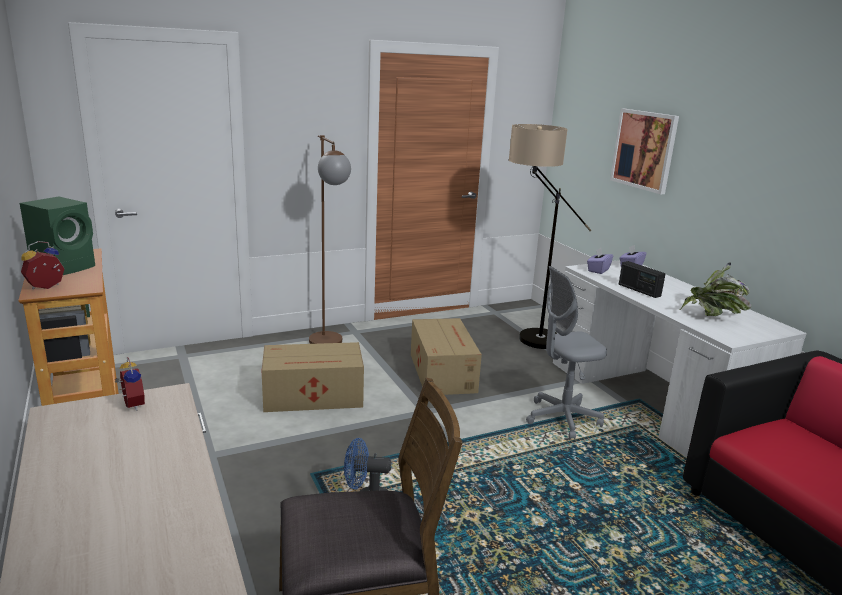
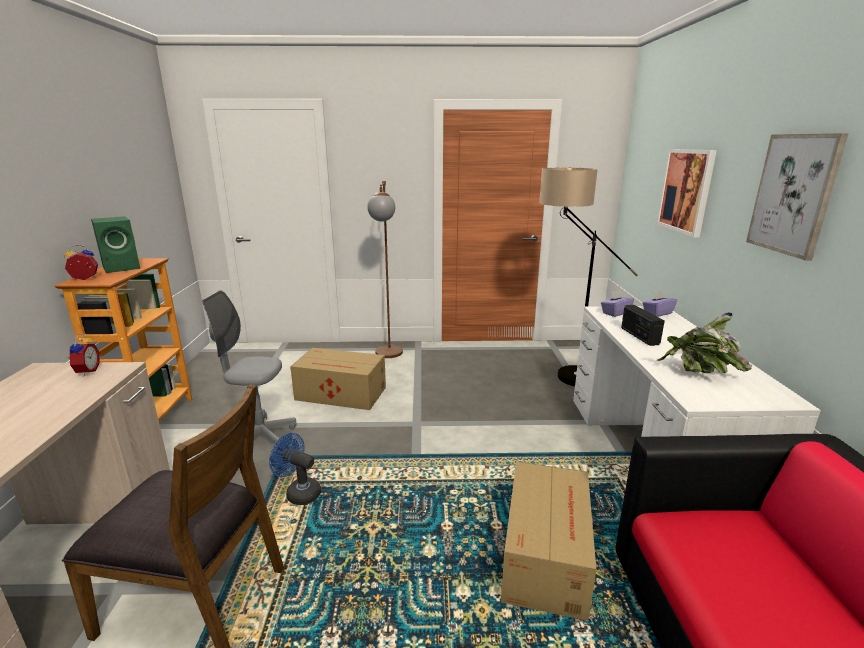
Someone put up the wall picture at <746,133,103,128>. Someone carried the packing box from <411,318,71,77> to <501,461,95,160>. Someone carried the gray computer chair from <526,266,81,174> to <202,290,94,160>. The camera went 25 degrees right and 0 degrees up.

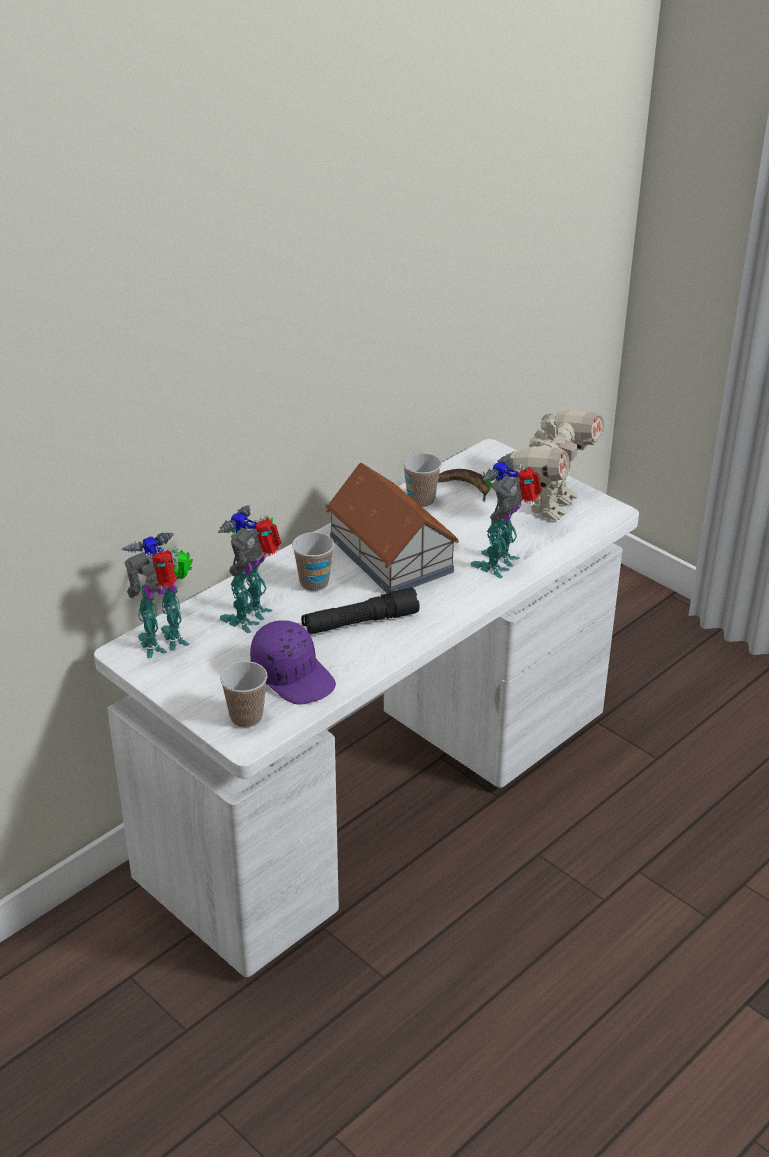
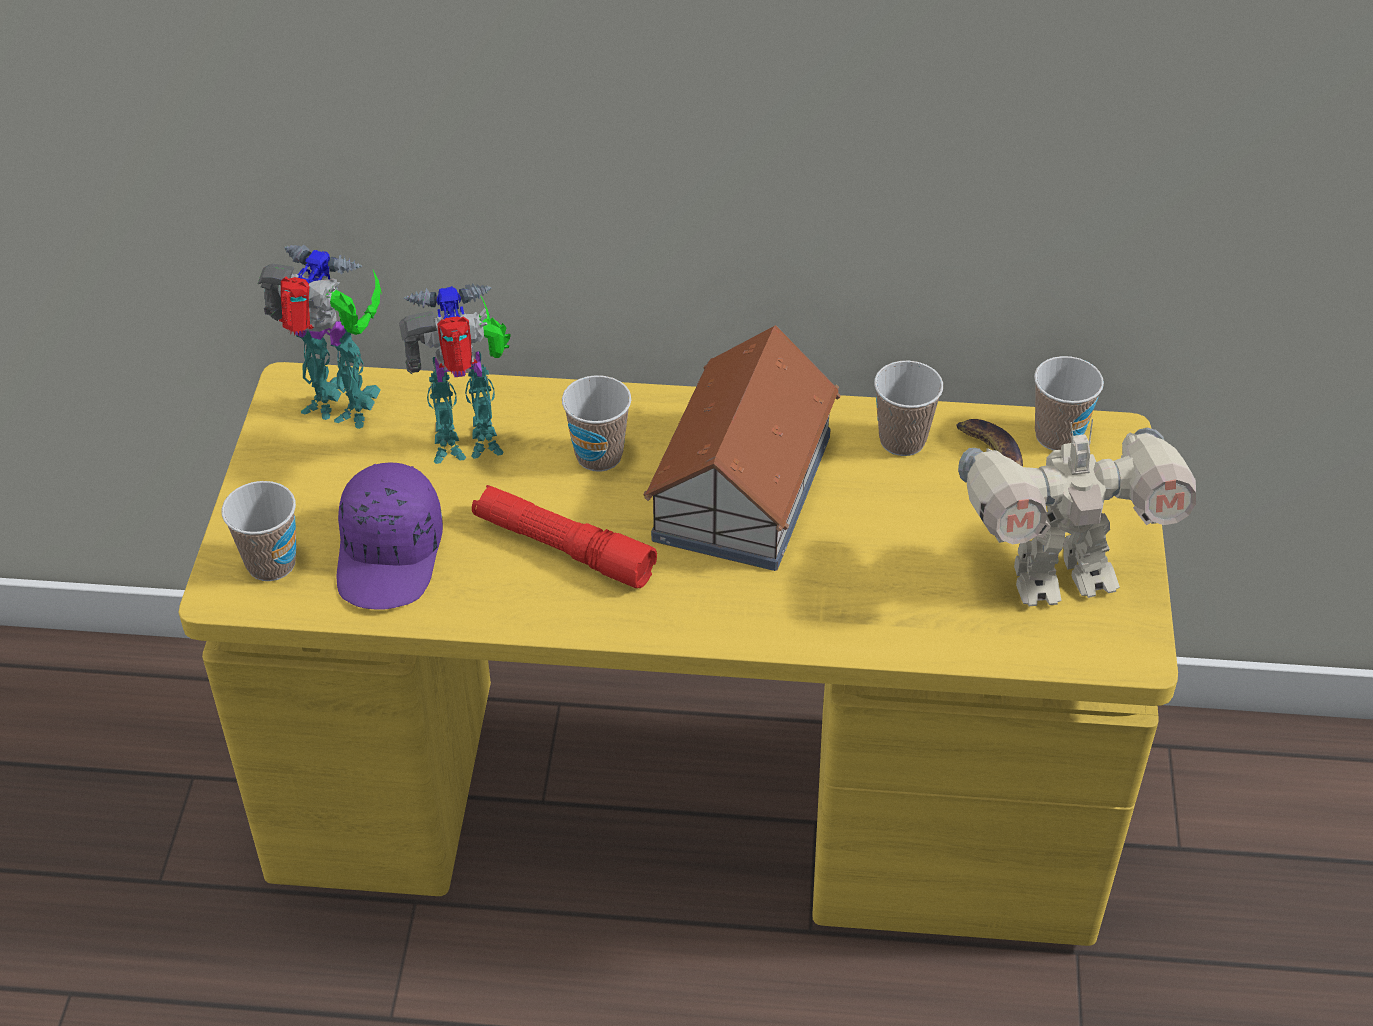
Someone took away the robot figure at <471,456,71,122>. Someone put down the cup at <1034,356,70,94>. Someone repainted the whitish desk at <94,439,545,538>, which became the yellowish desk at <179,362,999,584>. Someone repainted the black torch at <301,587,119,47>, which became the red torch at <472,485,185,103>. The camera went 50 degrees right and 10 degrees up.

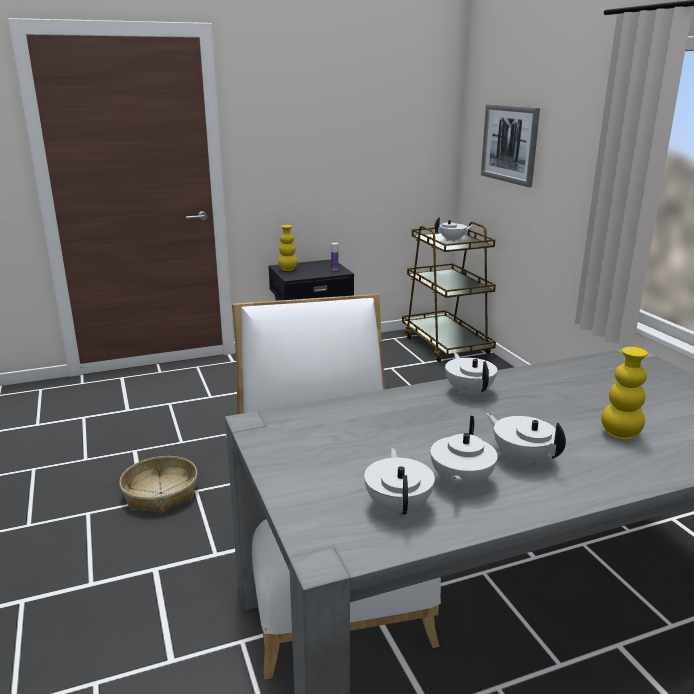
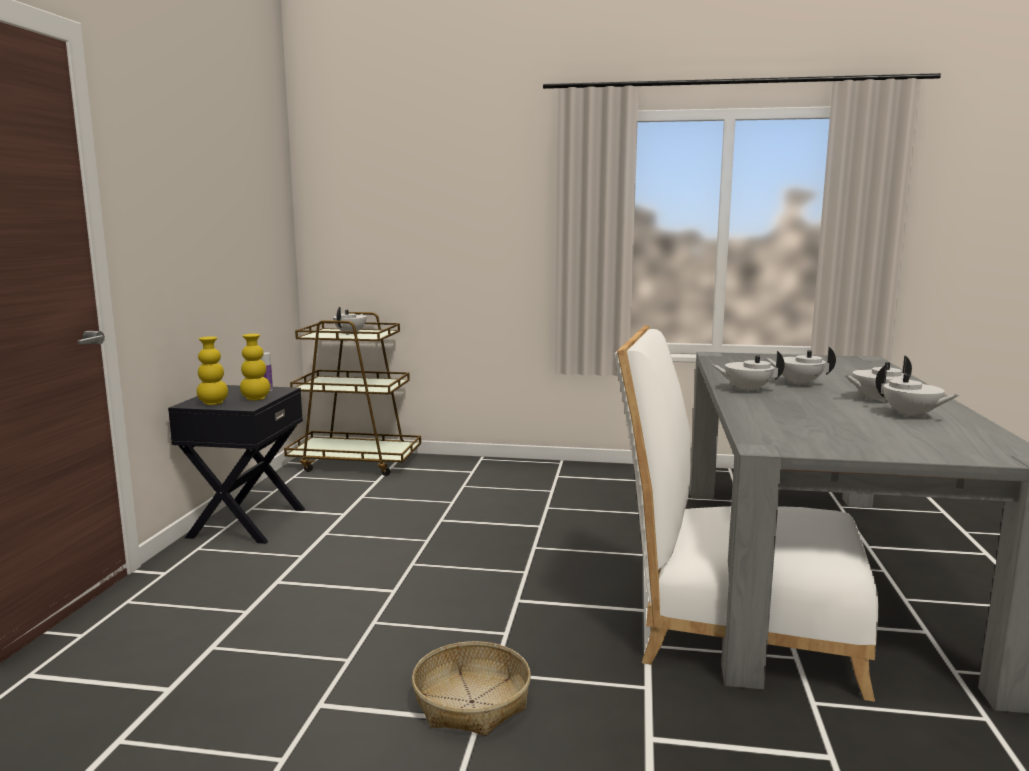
Someone took away the wall picture at <481,104,59,83>. Someone carried the whitish teapot from <364,448,71,69> to <765,347,71,39>. Someone carried the yellowish flower vase from <601,347,47,93> to <240,334,30,67>. The camera went 60 degrees left and 10 degrees down.

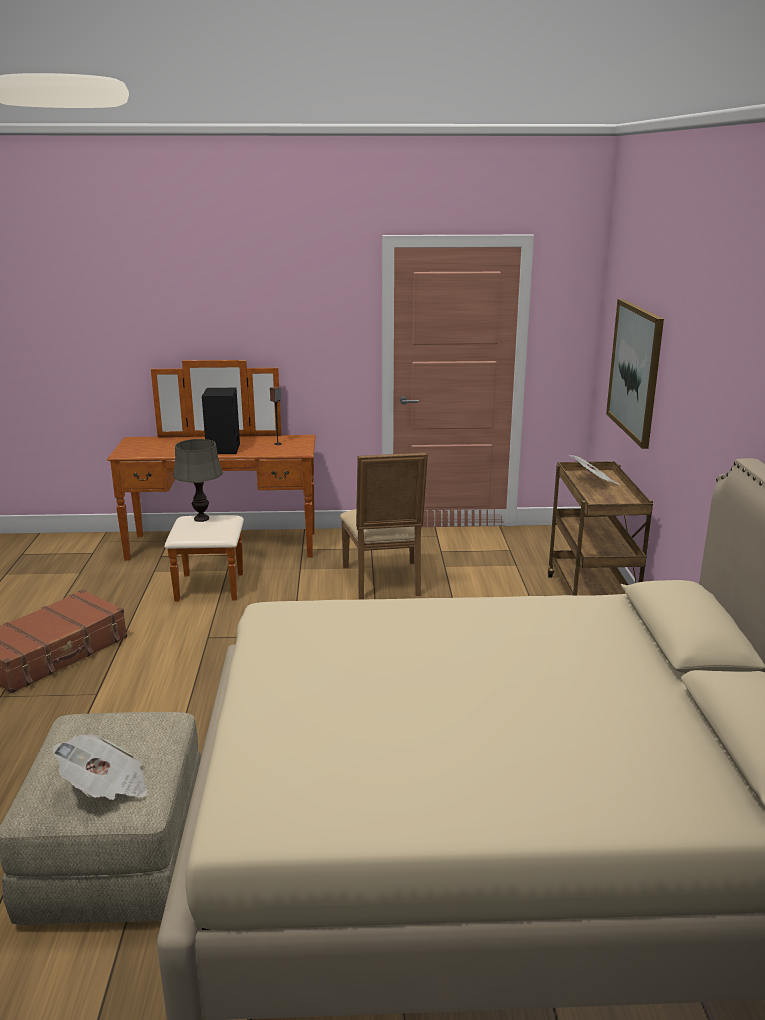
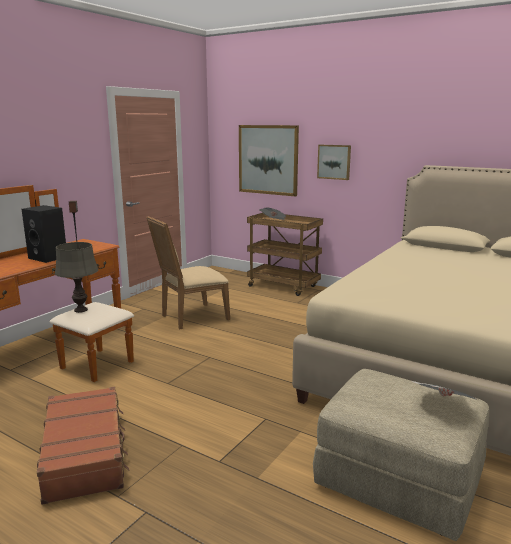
Someone put up the wall picture at <317,145,34,35>. Someone rotated the beige chair at <340,453,88,147> by 120 degrees clockwise. The camera went 55 degrees left and 5 degrees down.

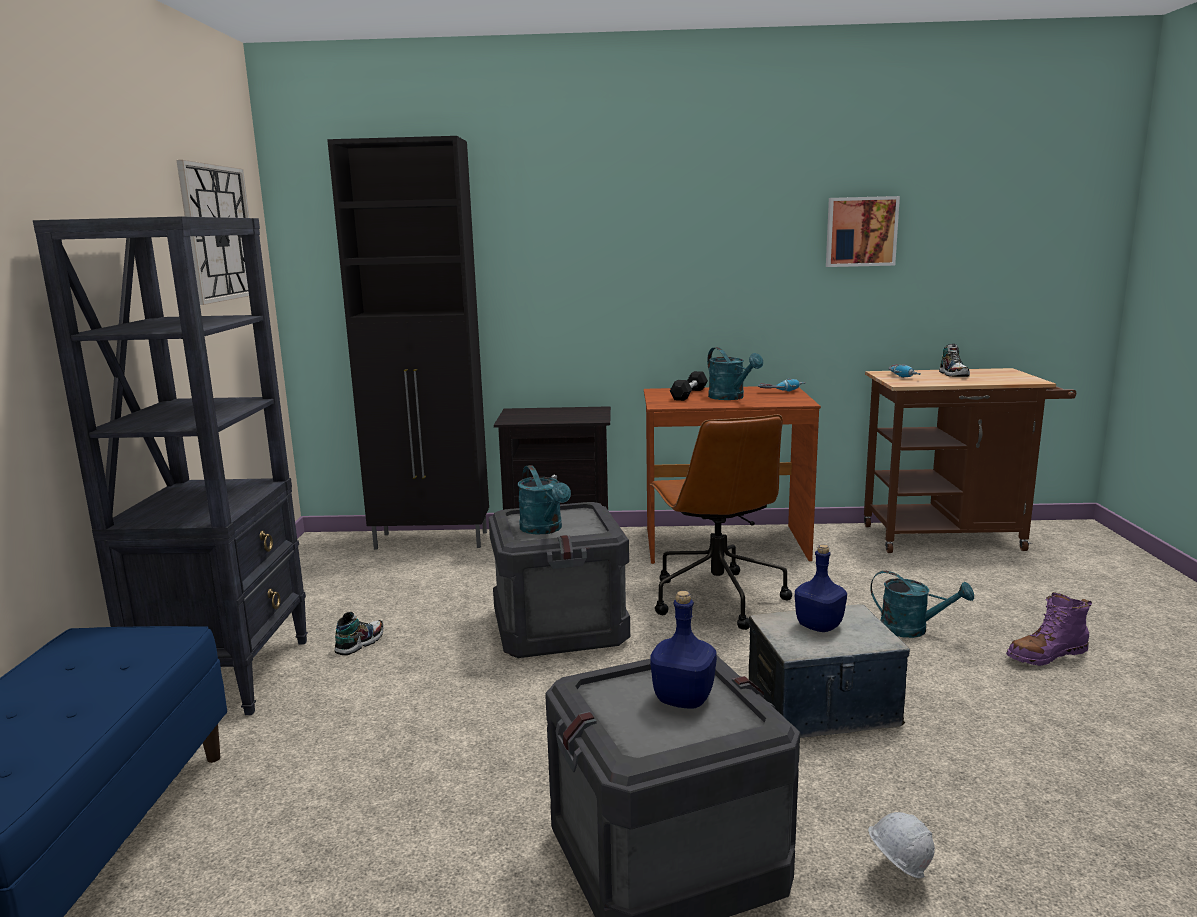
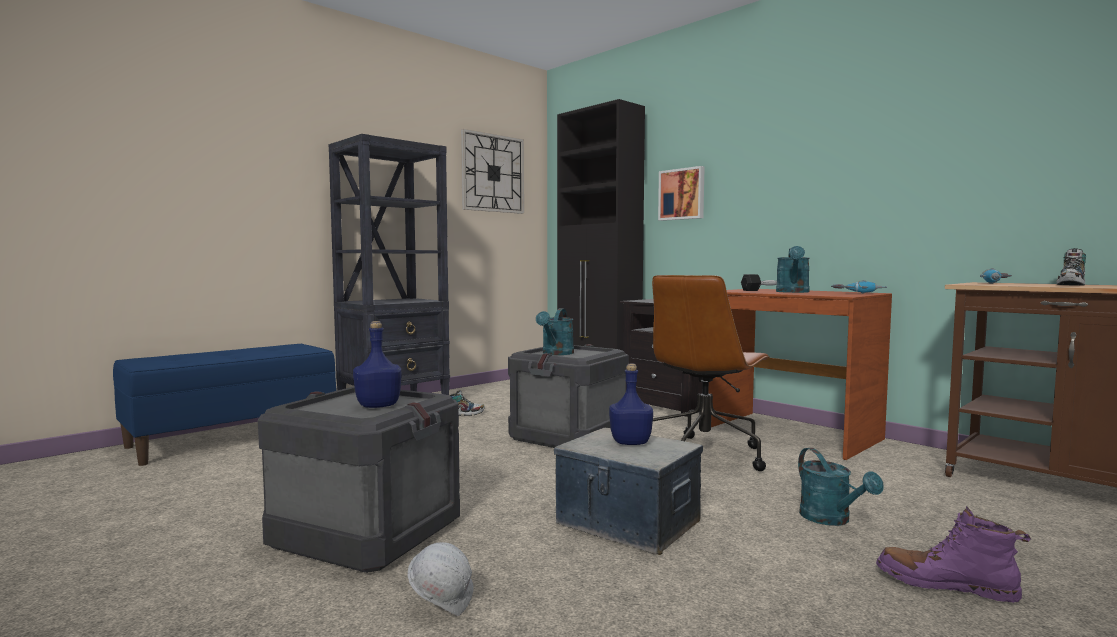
Someone carried the wall picture from <826,196,74,71> to <658,166,47,55>. The camera went 45 degrees right and 10 degrees down.

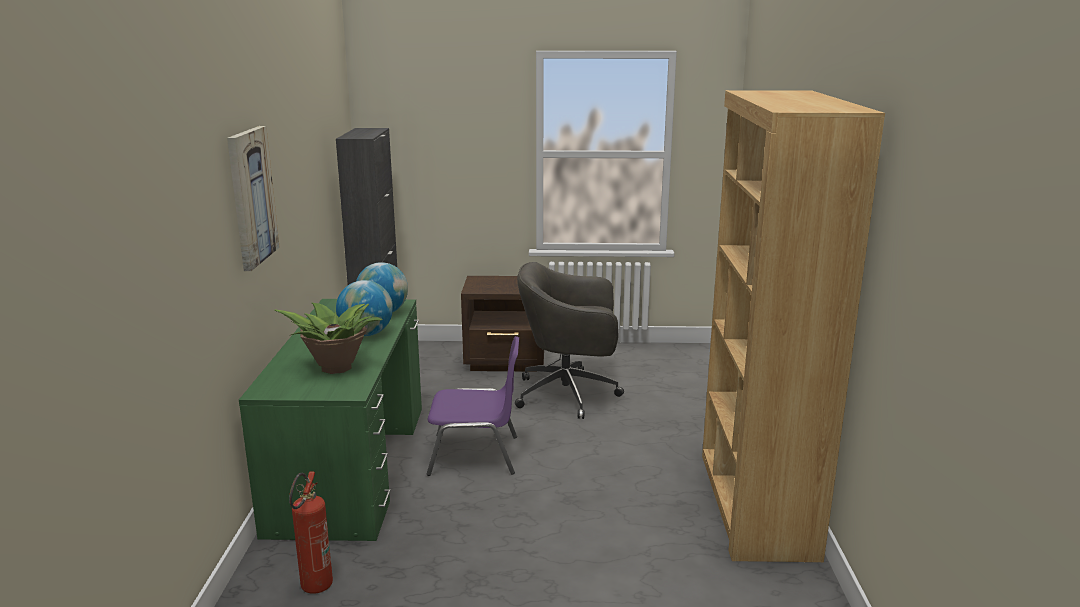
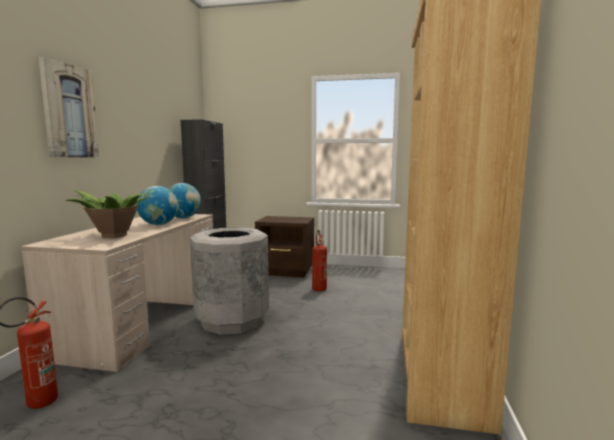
Someone swapped the purplish chair at <427,336,92,140> for the gray trash can at <190,227,79,108>. Someone swapped the gray computer chair at <515,262,109,157> for the extinguisher at <312,230,15,61>. Someone repainted the green desk at <239,299,183,242>, which became the beige desk at <21,214,192,158>. The camera went 10 degrees right and 10 degrees down.

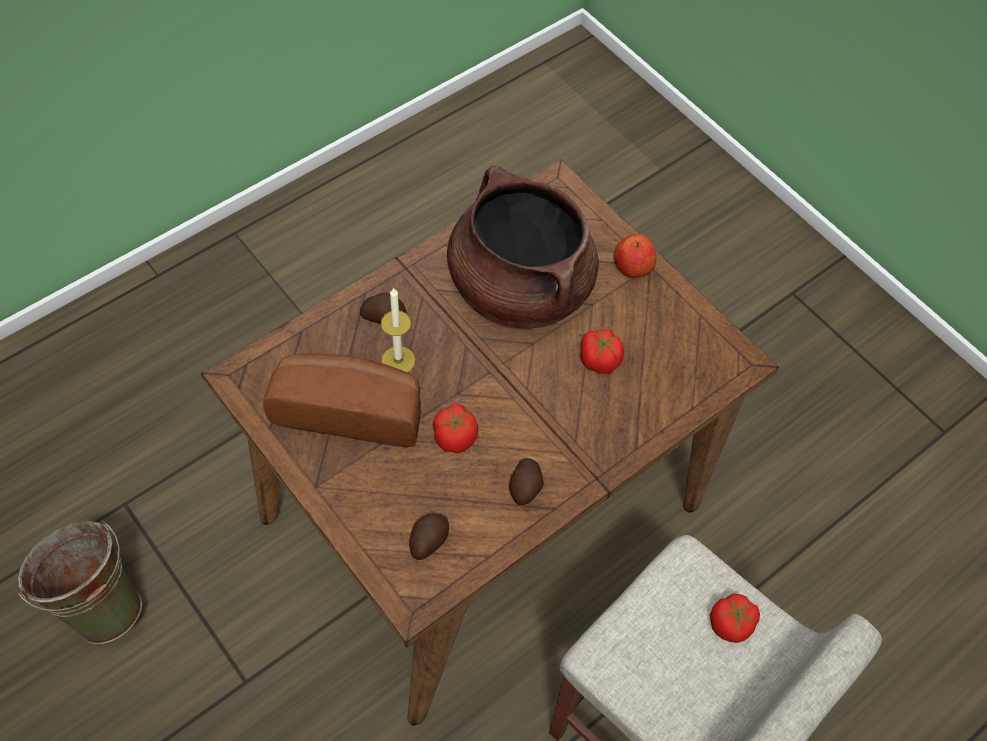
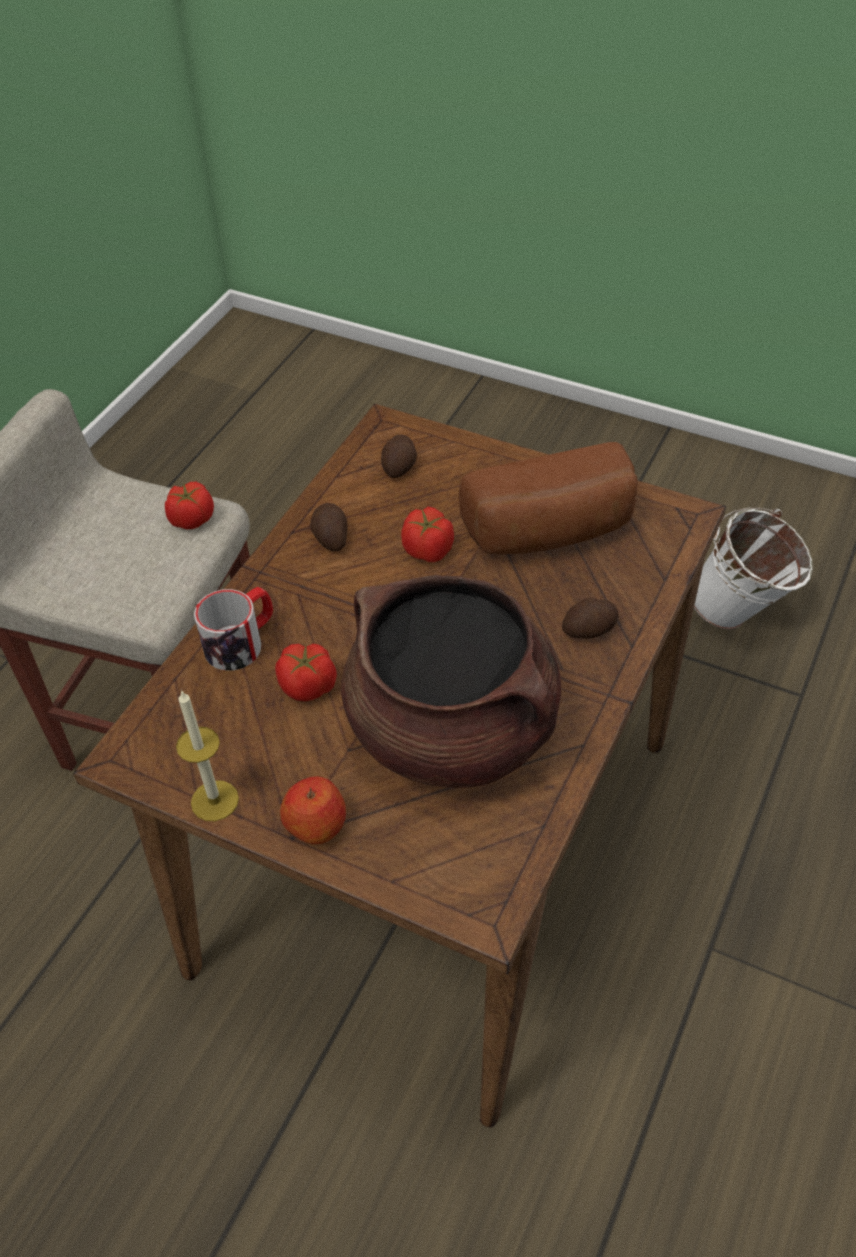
Someone put down the mug at <194,587,79,84>. Someone carried the wax candle from <381,288,34,84> to <176,690,63,131>. Someone carried the tomato from <710,594,50,49> to <165,482,49,47>. Someone repainted the green bucket at <17,521,125,123>, which became the whitish bucket at <694,508,119,122>. The camera went 160 degrees right and 10 degrees down.

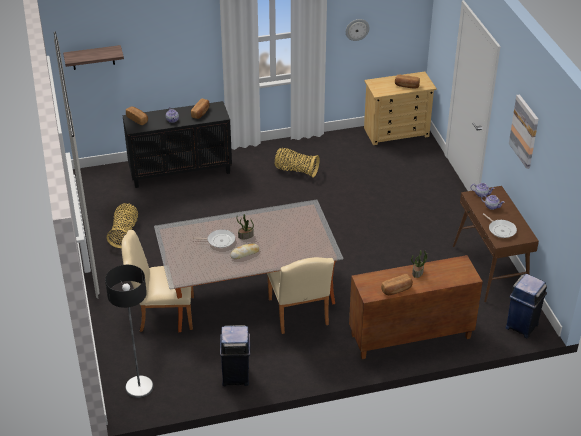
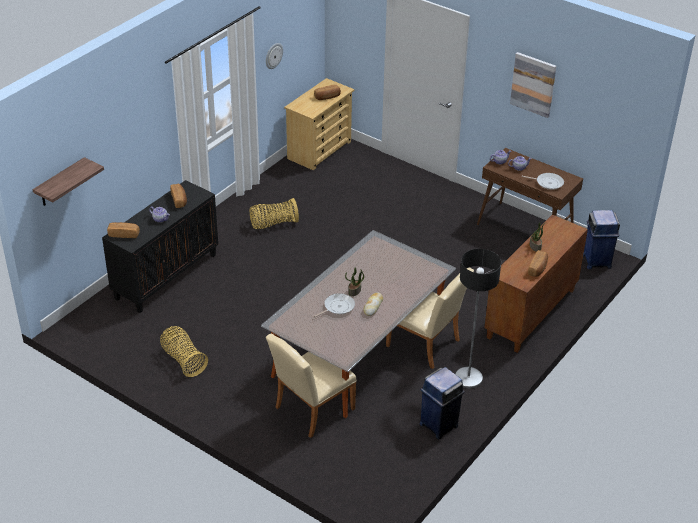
Someone carried the standing lamp from <105,265,49,133> to <455,249,46,139>. The camera went 40 degrees left and 0 degrees up.

